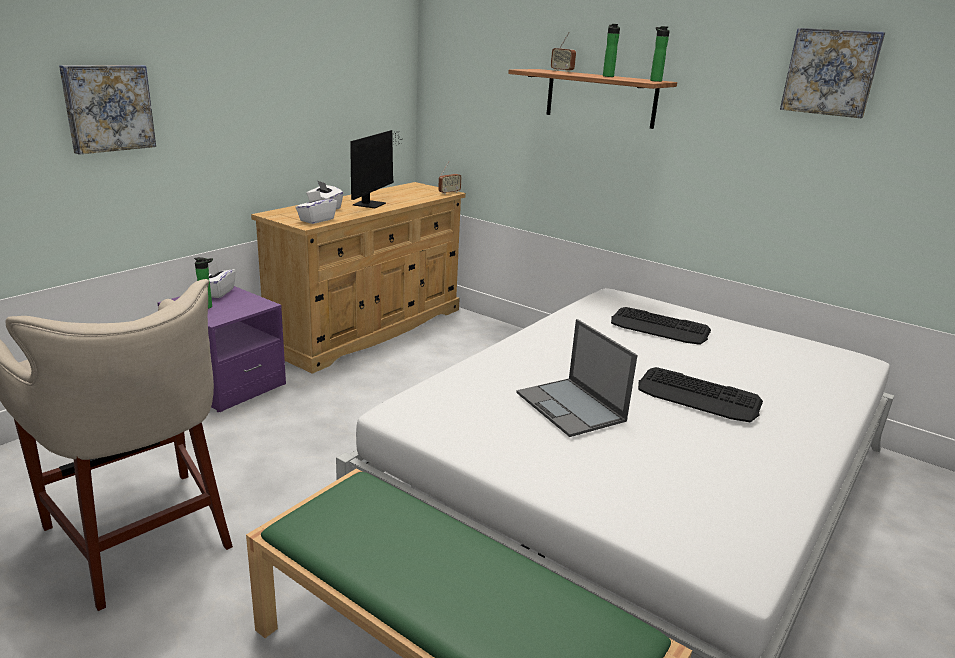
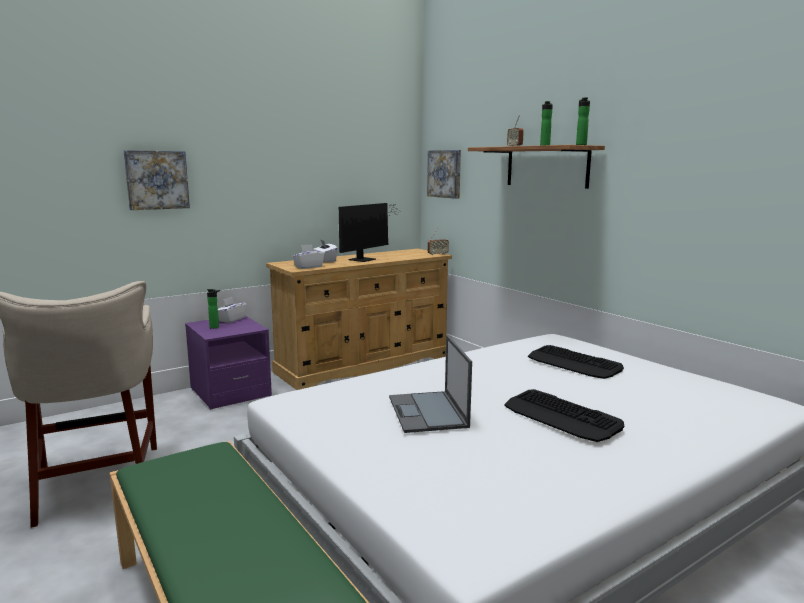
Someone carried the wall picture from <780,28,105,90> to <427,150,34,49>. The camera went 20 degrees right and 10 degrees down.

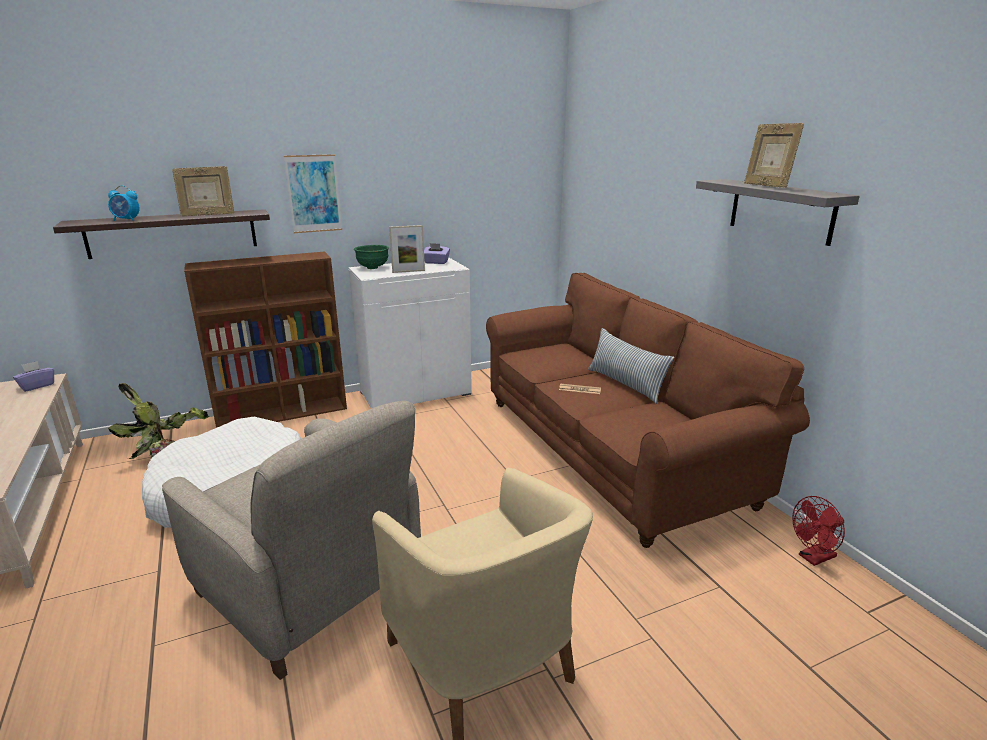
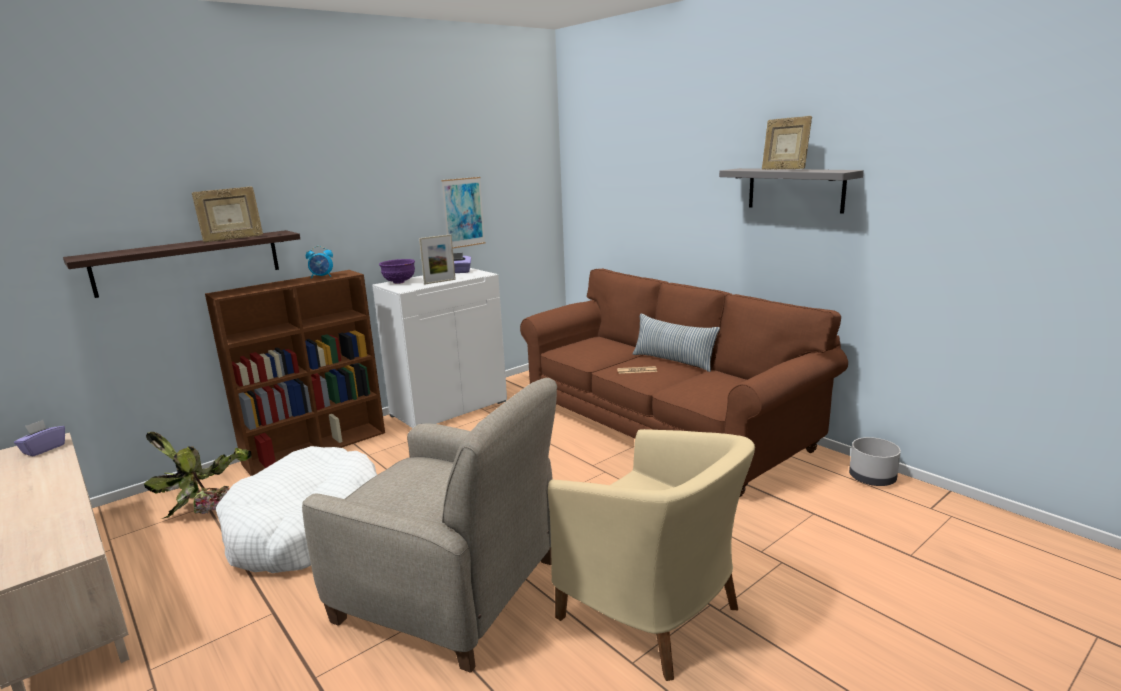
Someone carried the table clock from <108,185,32,36> to <306,246,27,33>. Someone carried the wall picture from <284,154,58,79> to <441,177,44,72>. Someone swapped the red cooling fan at <793,496,52,70> for the gray planter at <849,437,52,49>. Someone repainted the green bowl at <354,245,35,24>, which became the purplish bowl at <379,259,36,25>. The camera went 15 degrees left and 5 degrees down.

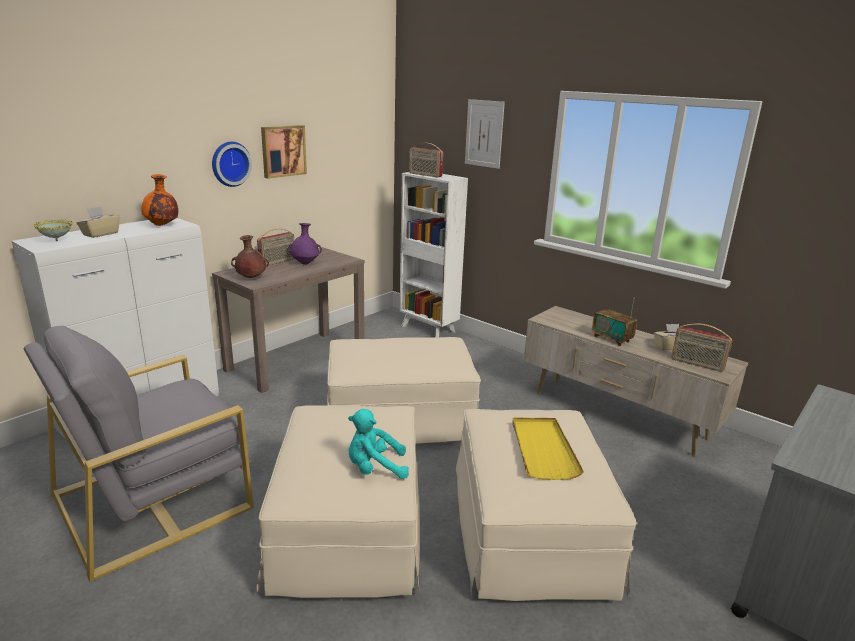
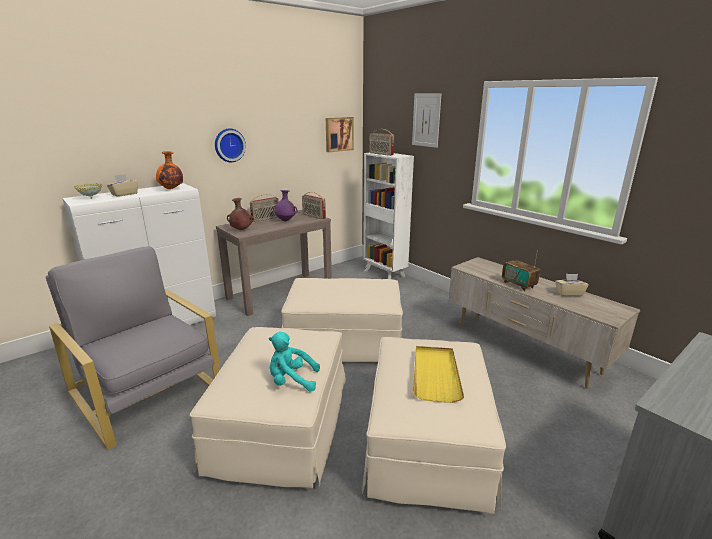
Someone carried the wall picture from <261,125,46,54> to <326,117,28,35>. Someone carried the radio from <672,323,60,49> to <302,192,24,27>. Someone rotated the gray armchair at <23,326,231,256> by 75 degrees clockwise. The camera went 10 degrees right and 0 degrees up.

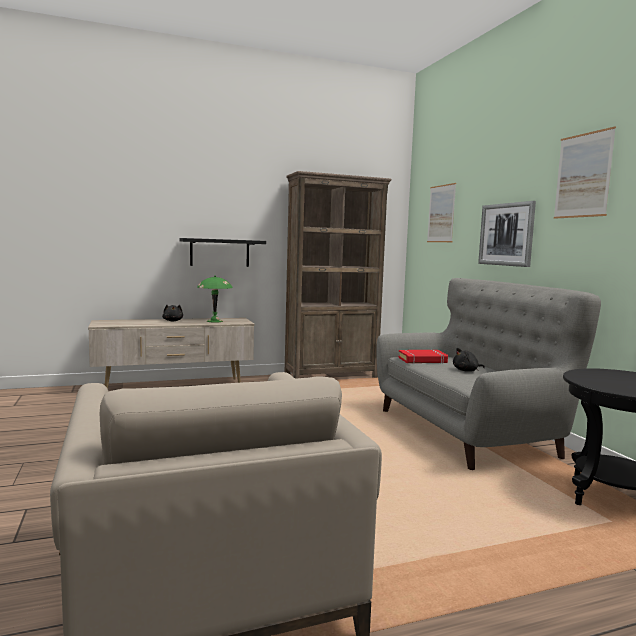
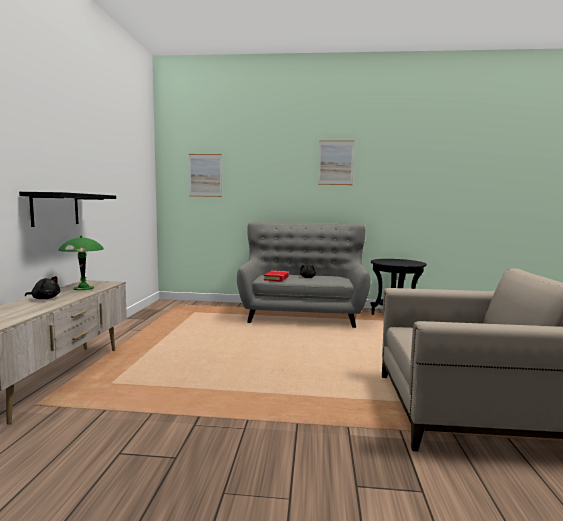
Someone took away the brownish shelving unit at <285,171,107,208>. Someone took away the wall picture at <478,201,58,66>. The camera went 65 degrees left and 0 degrees up.

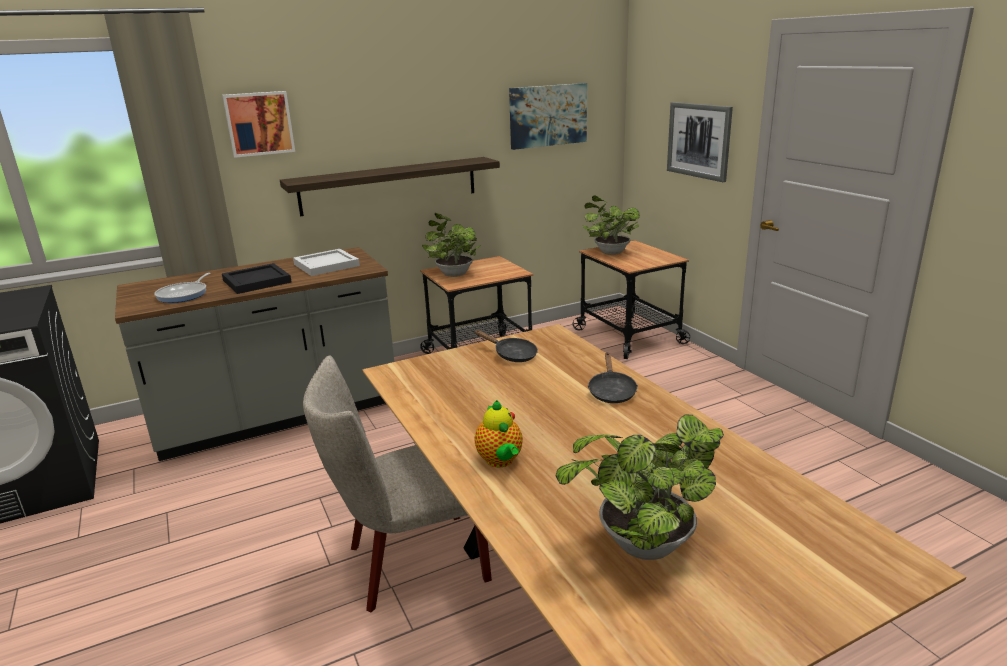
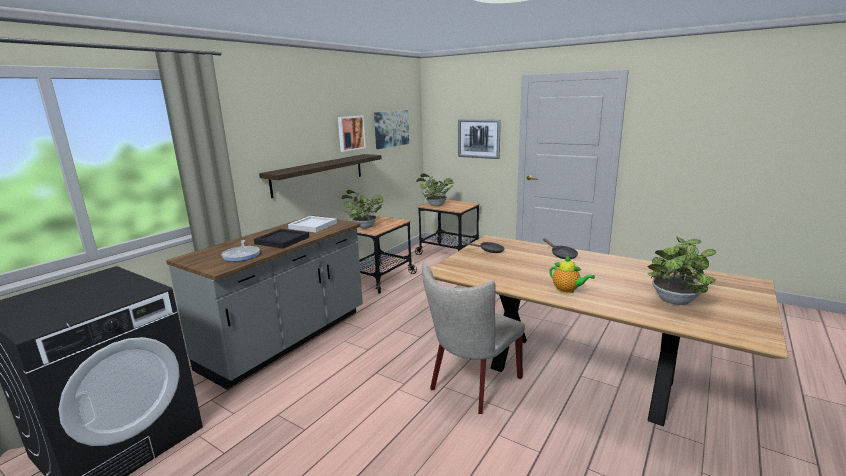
Someone carried the wall picture from <222,91,73,67> to <338,116,28,36>. The camera went 30 degrees left and 5 degrees down.

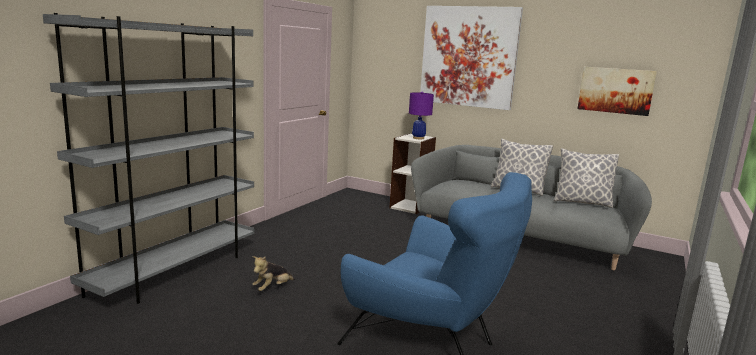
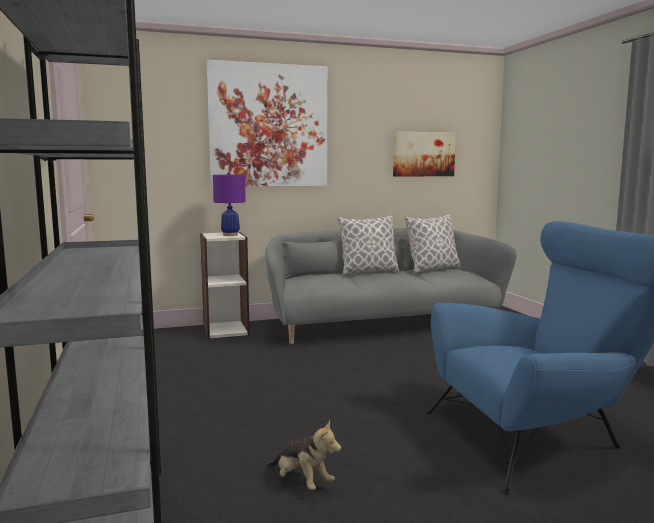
Someone rotated the plush toy at <252,256,43,35> by 45 degrees counterclockwise. The camera went 45 degrees left and 5 degrees down.

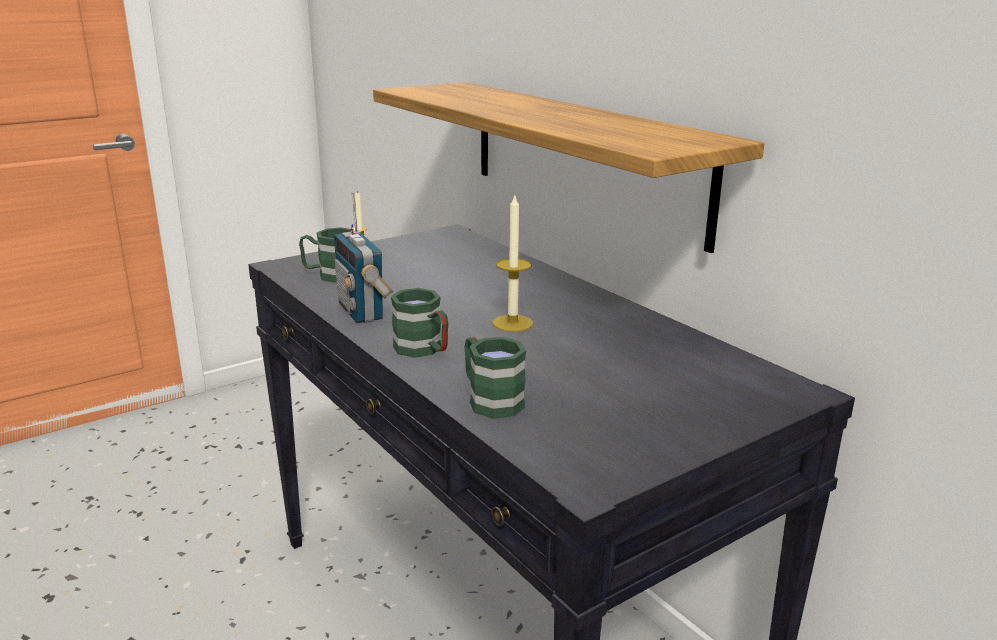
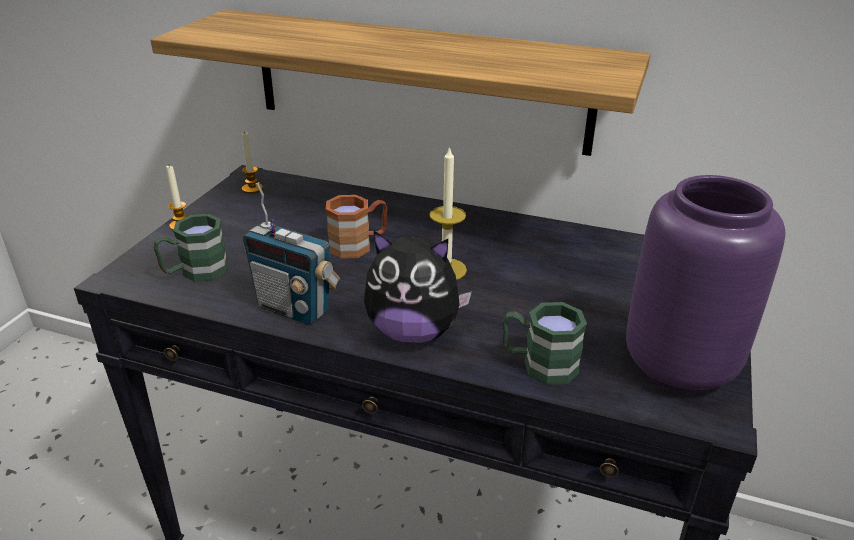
Someone put down the wax candle at <242,131,21,63>. Someone put down the brownish mug at <326,195,61,64>. Someone put down the purplish flower vase at <626,175,159,218>. Someone swapped the green mug at <391,288,57,70> for the plush toy at <364,231,108,112>. The camera went 35 degrees left and 10 degrees up.

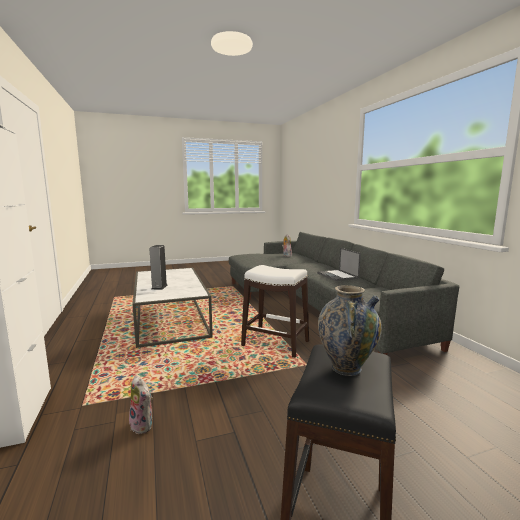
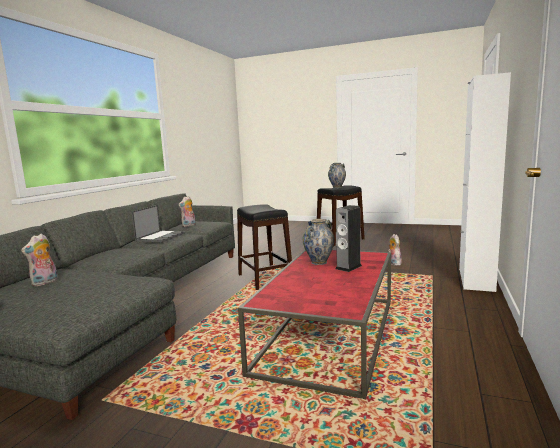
Someone put down the plush toy at <178,196,18,31>. Someone put down the flower vase at <303,219,32,46>. Someone repainted the whitish lounge table at <132,268,81,80>, which became the red lounge table at <238,249,153,150>. Someone repainted the whitish stool seat at <241,265,68,93>, which became the black stool seat at <237,204,55,86>. The camera went 140 degrees left and 0 degrees up.

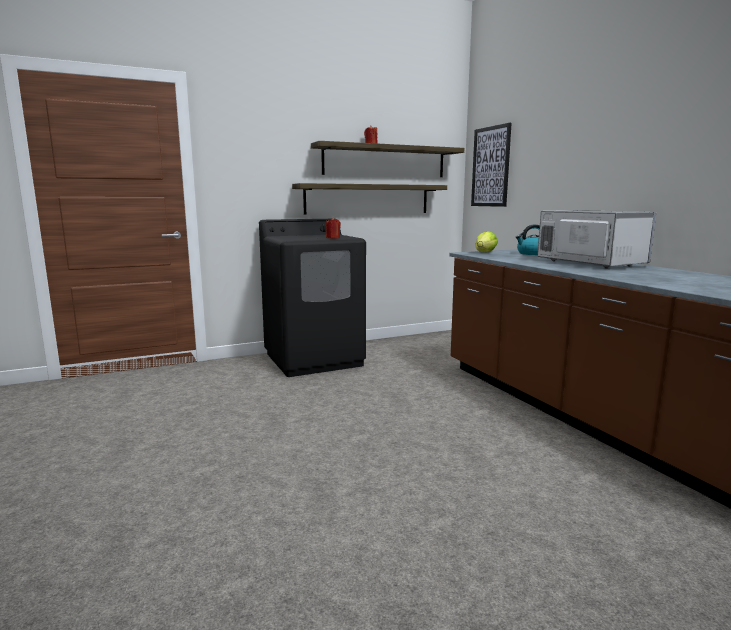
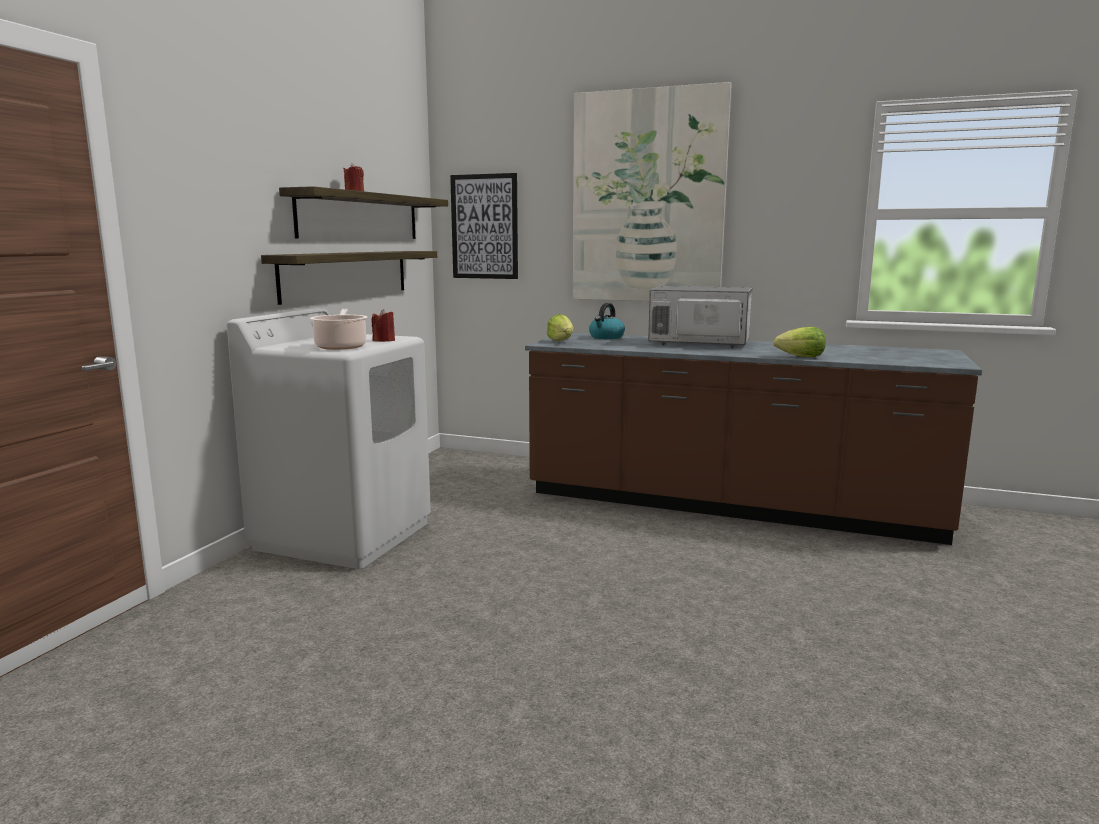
Someone put down the stockpot at <310,309,58,41>. Someone put up the wall picture at <572,82,160,219>. Someone put down the head of lettuce at <773,327,53,30>. Someone repainted the black laundry appliance at <259,219,107,158>, which became the whitish laundry appliance at <227,308,204,261>. The camera went 45 degrees left and 0 degrees up.

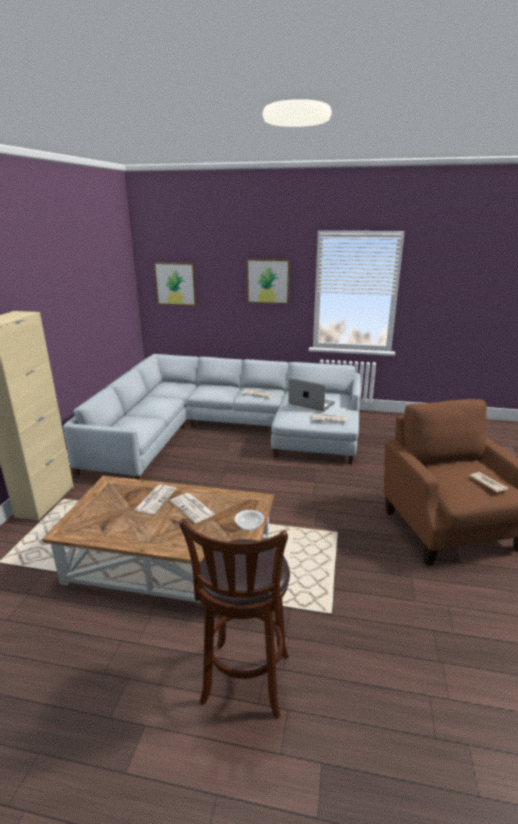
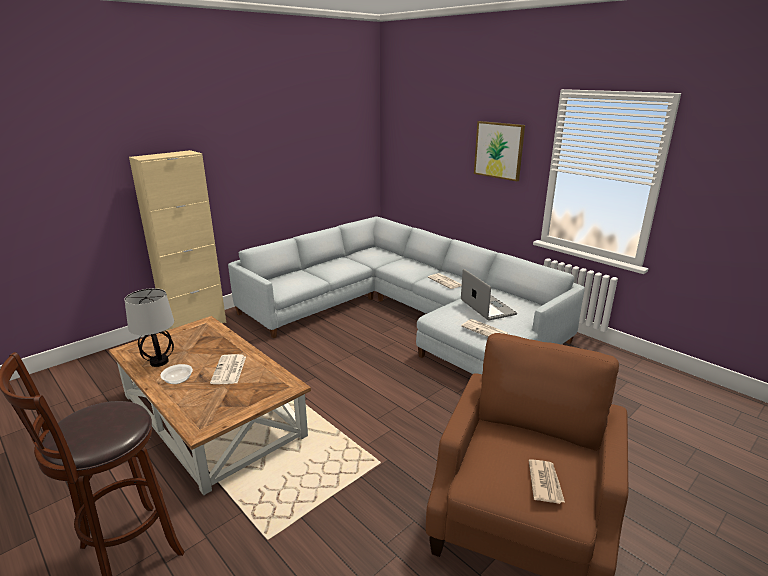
Someone took away the printed paper at <134,485,43,29>. Someone took away the wall picture at <154,262,43,44>. Someone put down the tabletop lamp at <124,288,50,79>. Someone carried the bowl from <235,510,29,20> to <160,364,33,20>. The camera went 35 degrees right and 0 degrees up.

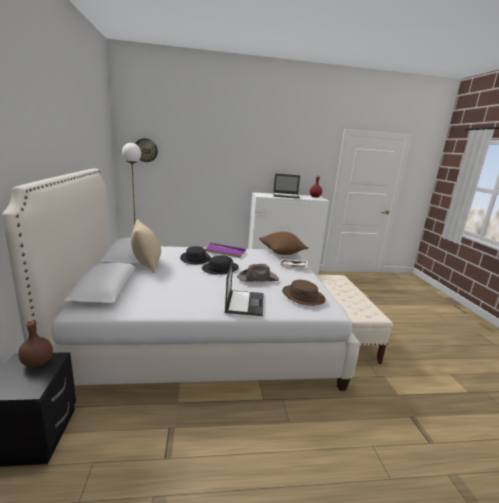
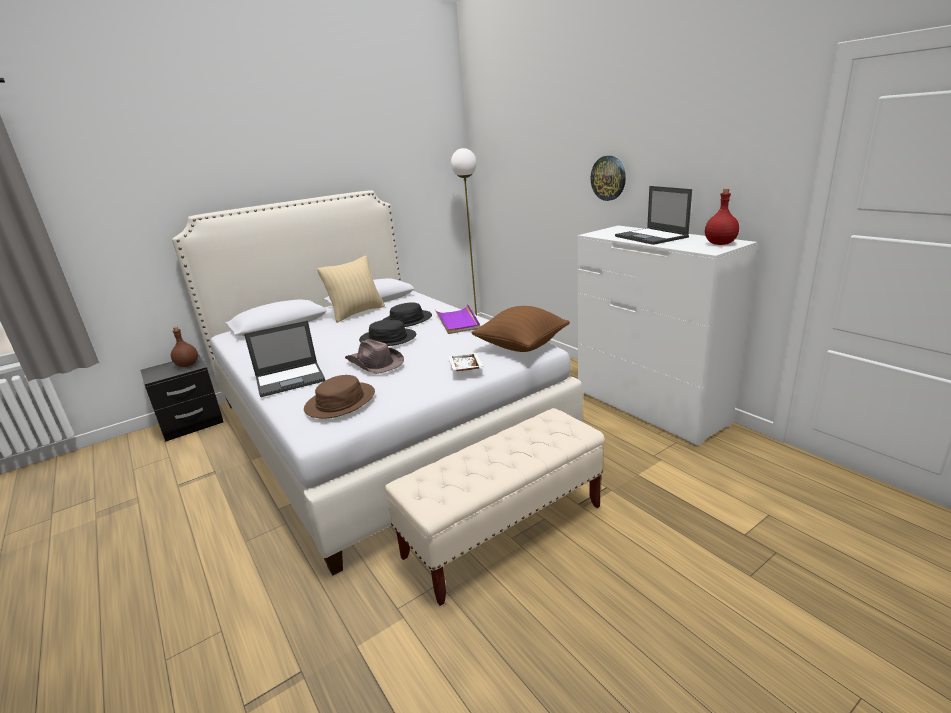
Someone carried the hanging clock from <135,138,23,24> to <591,156,35,45>. The camera went 65 degrees right and 5 degrees up.

